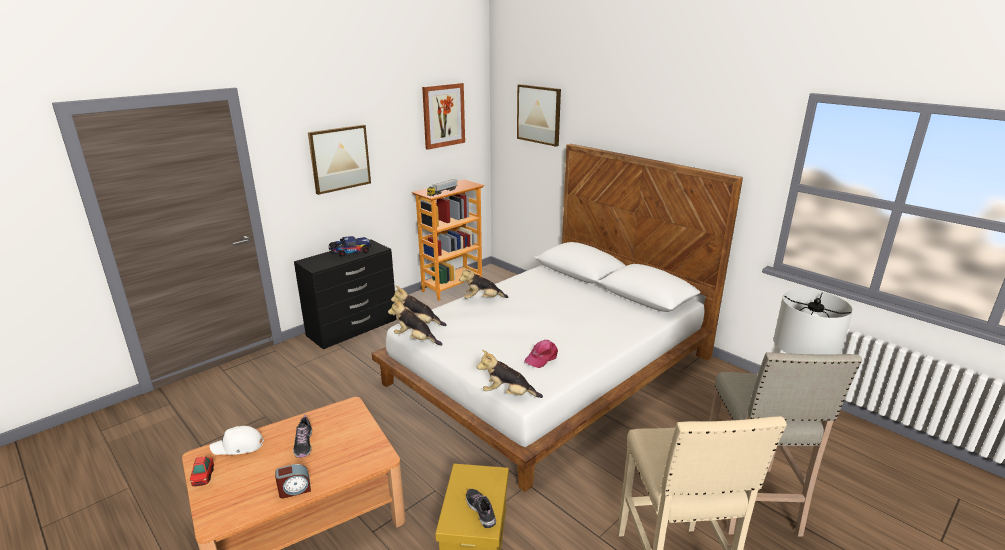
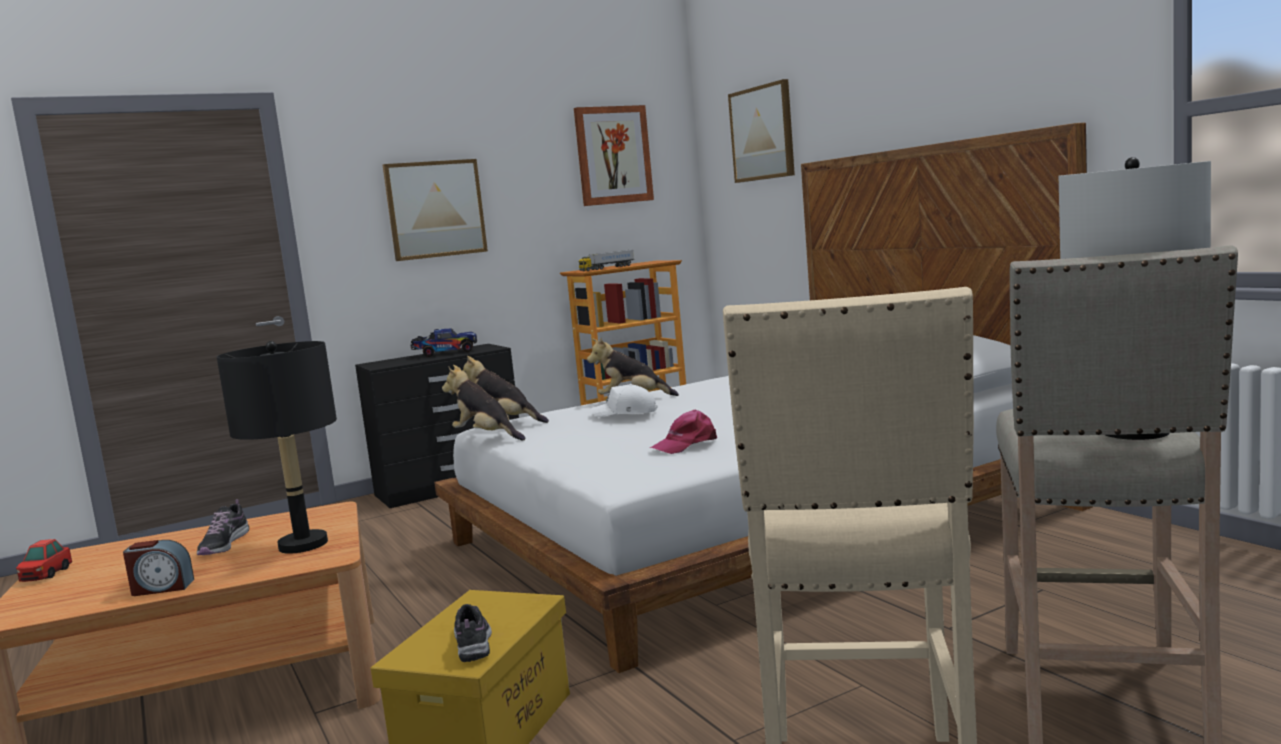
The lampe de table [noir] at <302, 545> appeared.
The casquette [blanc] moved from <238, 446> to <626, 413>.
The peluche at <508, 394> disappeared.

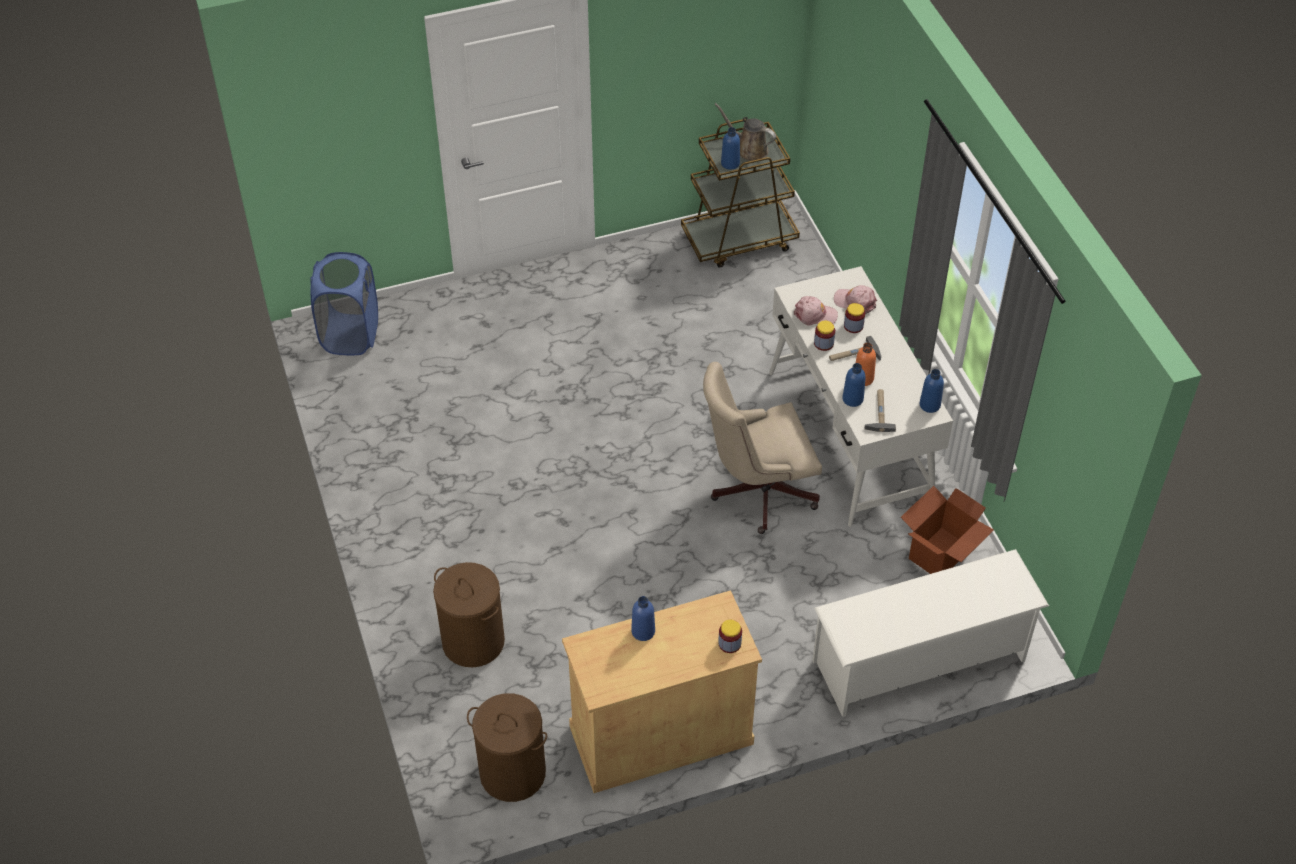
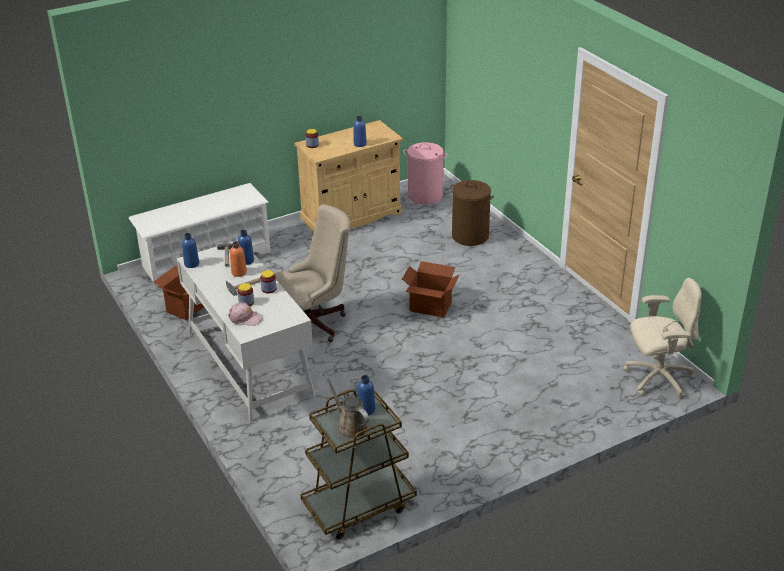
The arrosoir [marron] at <749, 149> turned 150 degrees counterclockwise.
The carton at <430, 307> appeared.
The panier à linge [marron] at <512, 773> became the panier à linge [rose] at <425, 196>.
The panier à linge [bleu] at <350, 335> was replaced by the chaise de bureau [beige] at <657, 379>.
The casquette [rose] at <815, 315> disappeared.

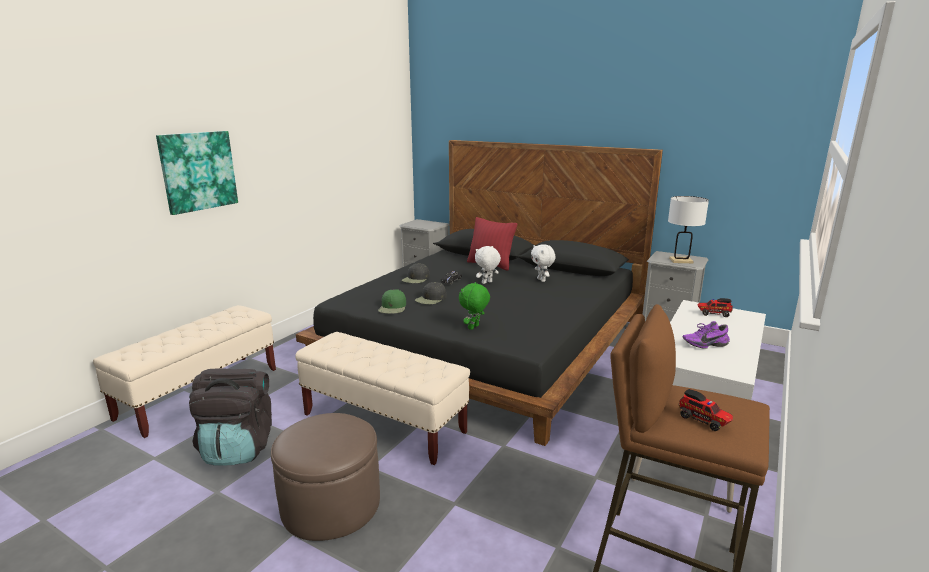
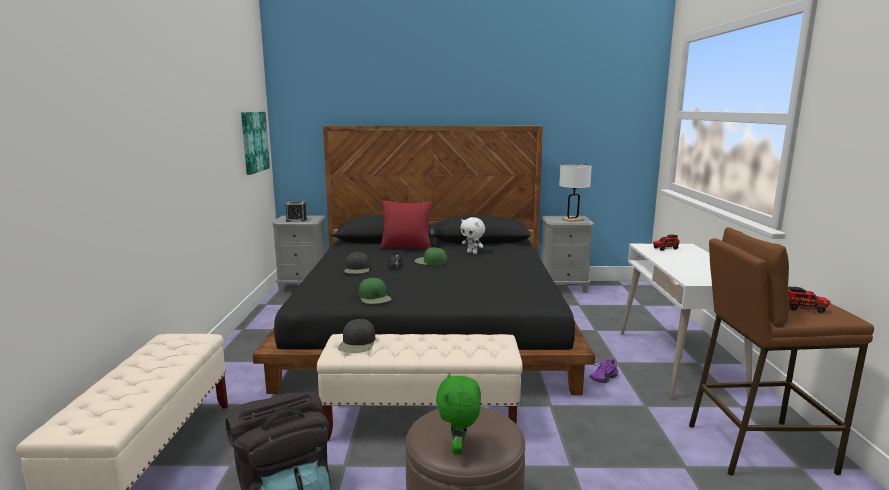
The tableau moved from <198, 171> to <254, 142>.
The réveil at <296, 220> appeared.
The casquette [noir] moved from <431, 299> to <357, 343>.
The peluche [blanc] at <487, 282> was replaced by the casquette [vert] at <430, 262>.
The peluche [vert] moved from <474, 327> to <459, 448>.
The chaussure [violet] moved from <704, 344> to <602, 378>.

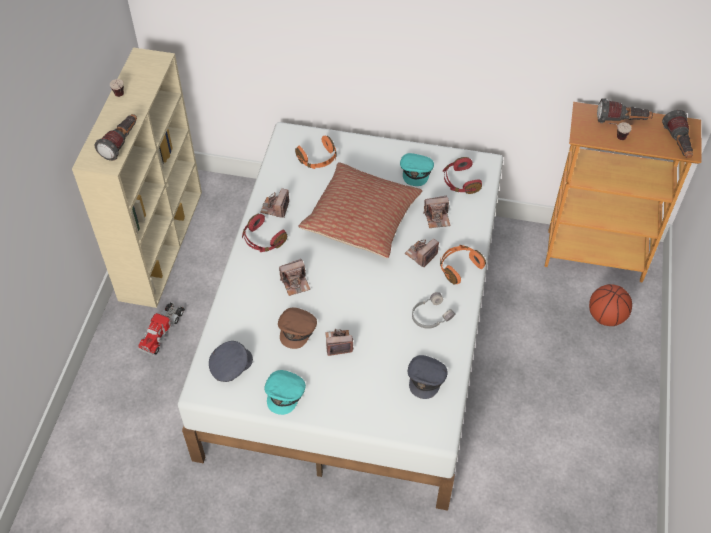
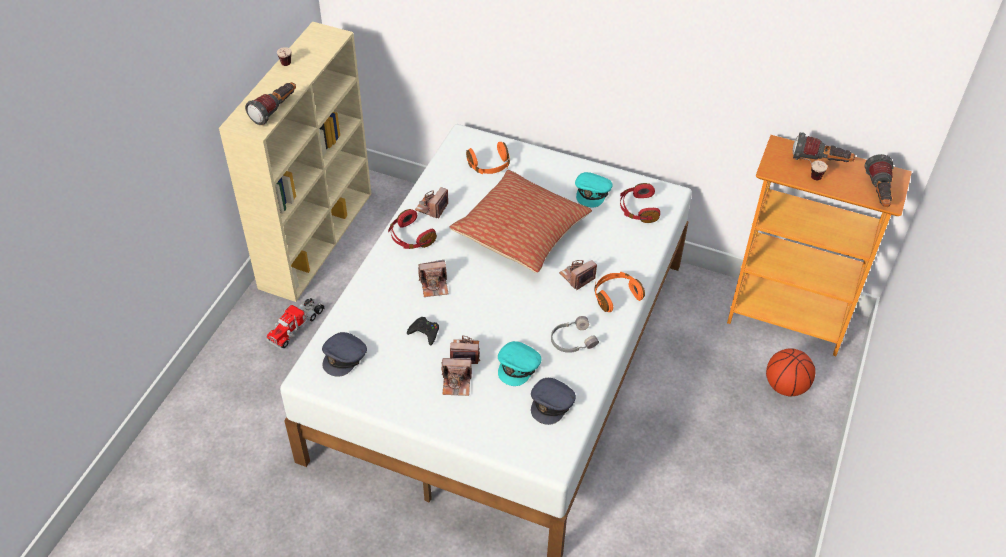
The casquette [gris] at <230, 365> turned 150 degrees clockwise.
The casquette [marron] at <297, 329> was replaced by the manette [noir] at <424, 332>.
The appareil photo moved from <437, 218> to <456, 383>.
The casquette [turquoise] moved from <285, 393> to <518, 366>.

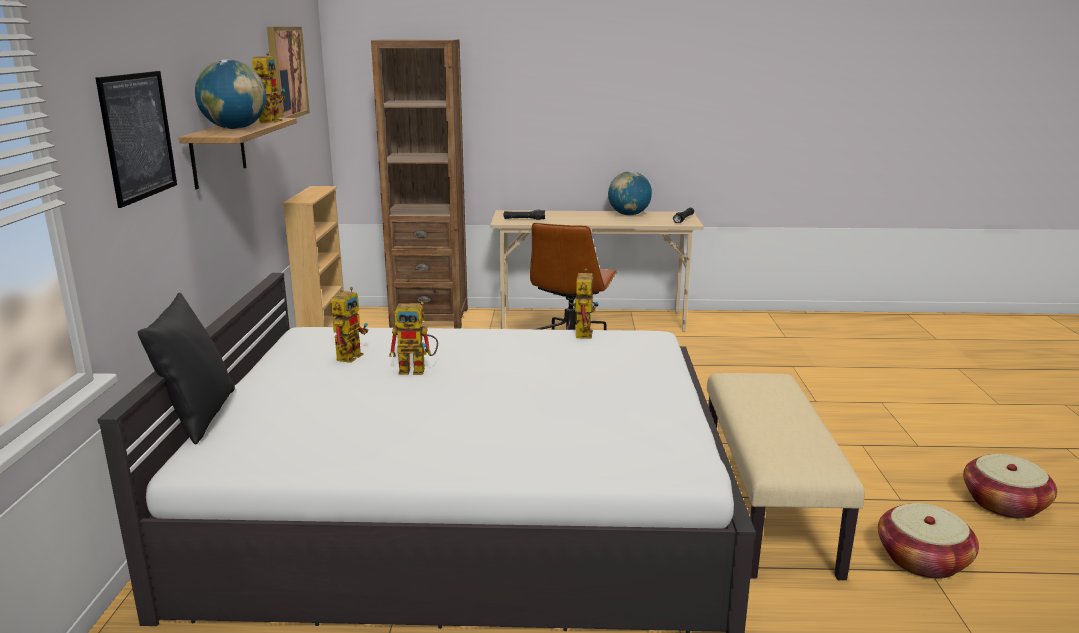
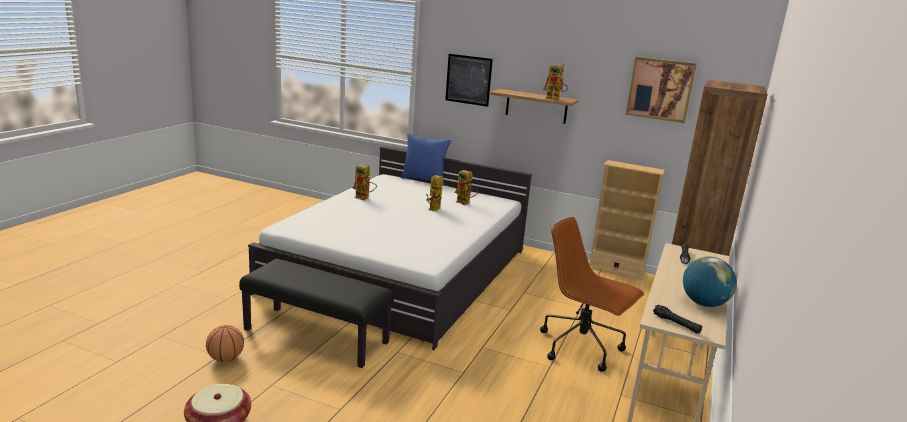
The panier at <922, 560> was replaced by the ballon de basket at <225, 359>.
The banc [beige] at <764, 508> became the banc [noir] at <317, 336>.
The robot jouet moved from <582, 332> to <365, 198>.
The coussin [noir] at <198, 416> became the coussin [bleu] at <424, 180>.
The globe at <235, 128> disappeared.

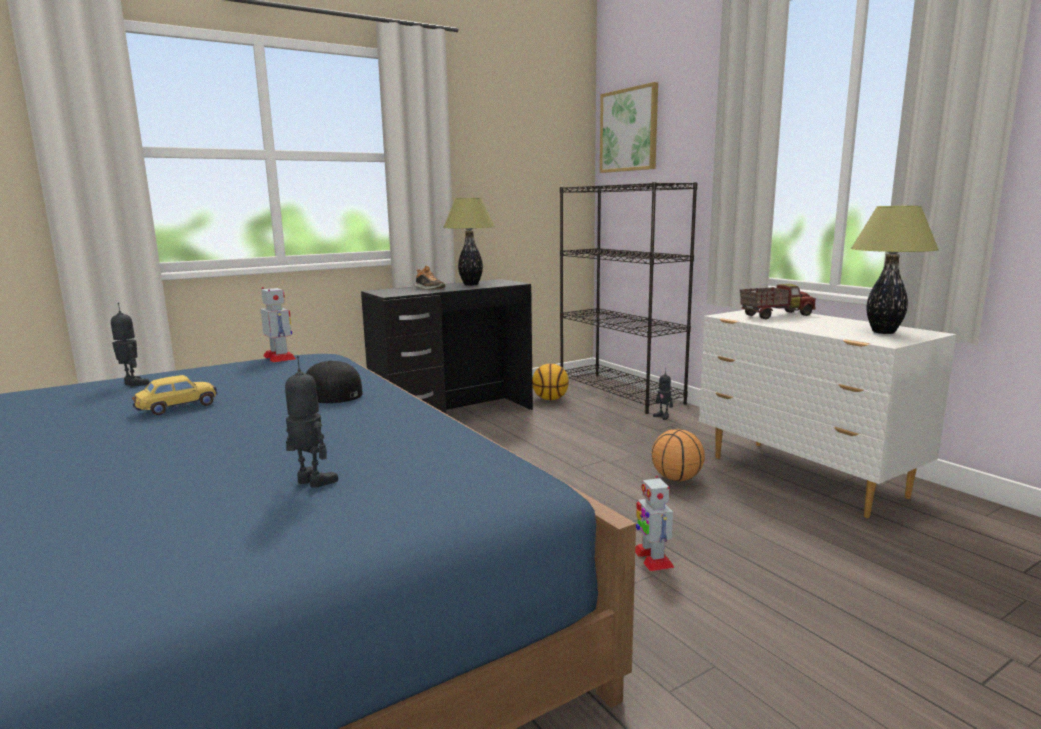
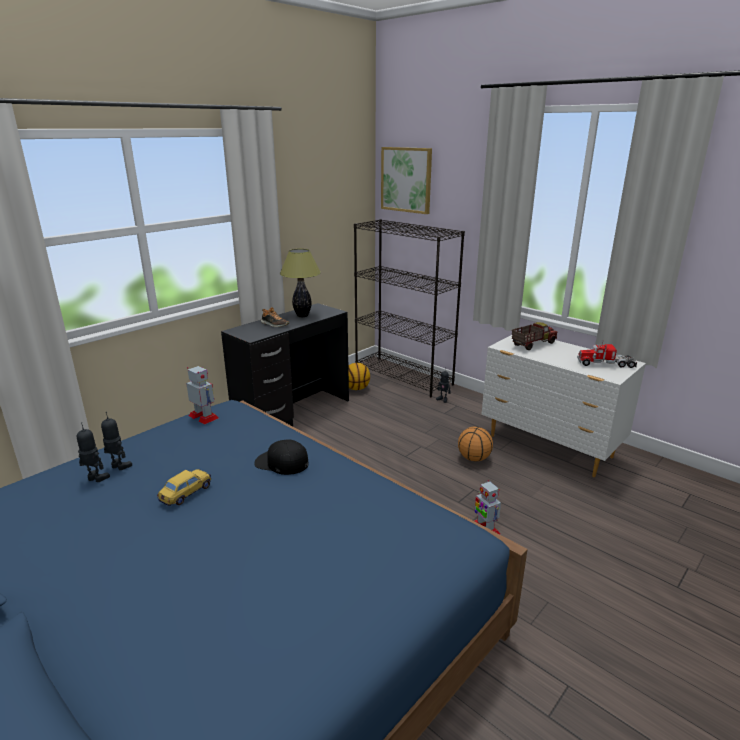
The robot jouet moved from <312, 482> to <96, 479>.
The lampe de table at <884, 332> was replaced by the camion jouet at <606, 364>.

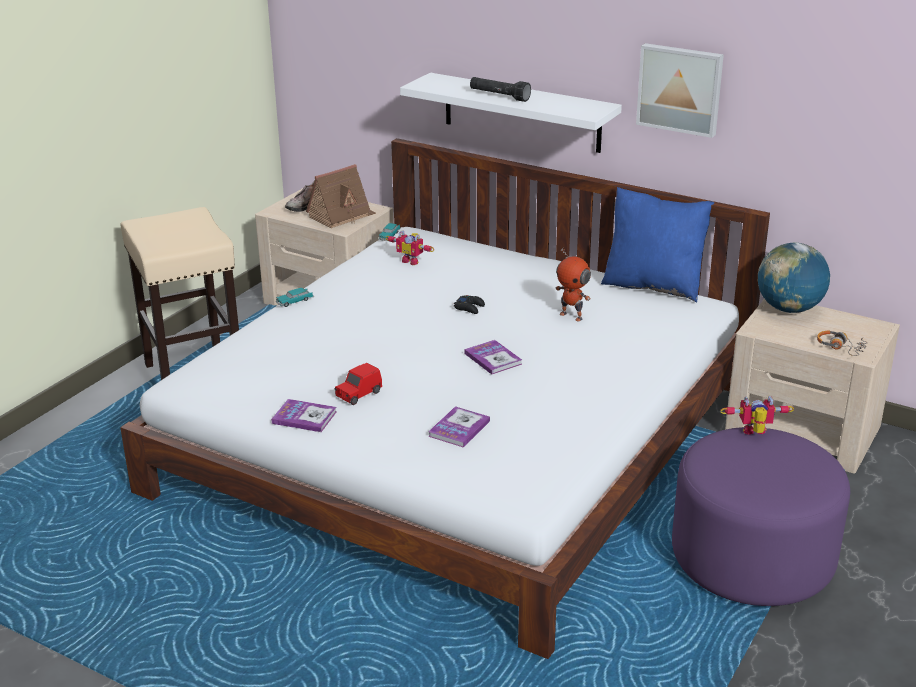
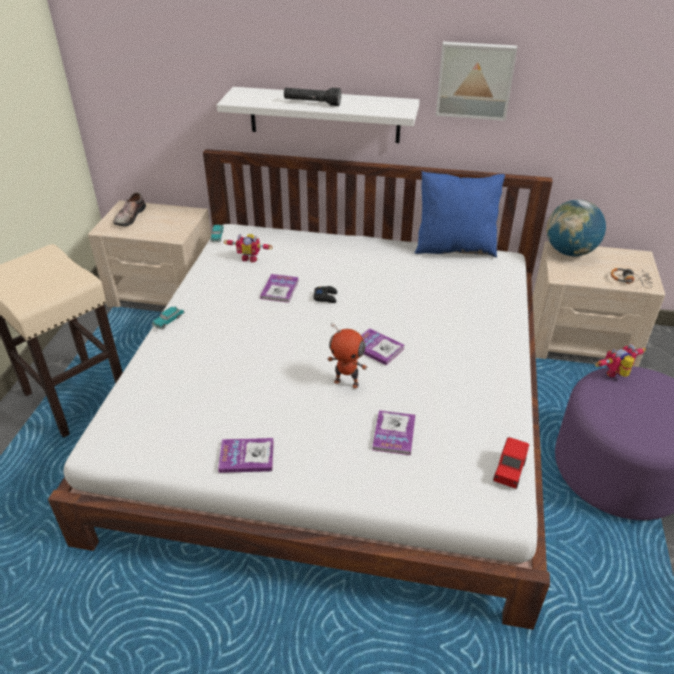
The livre at <280, 289> appeared.
The robot jouet moved from <572, 316> to <347, 382>.
The petite voiture [rouge] moved from <358, 395> to <509, 472>.
The maison miniature at <341, 216> disappeared.

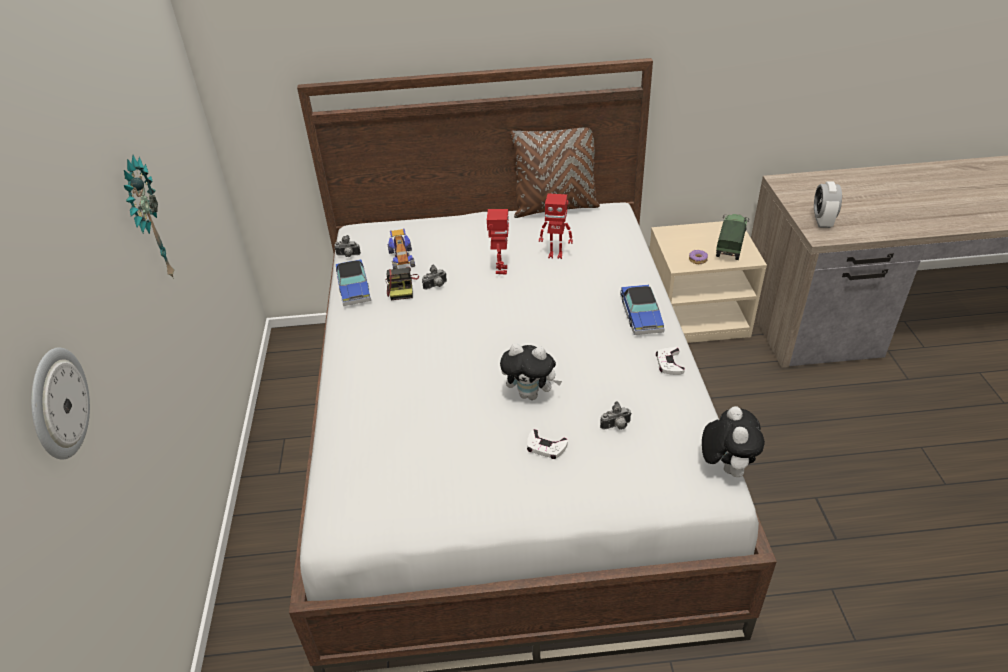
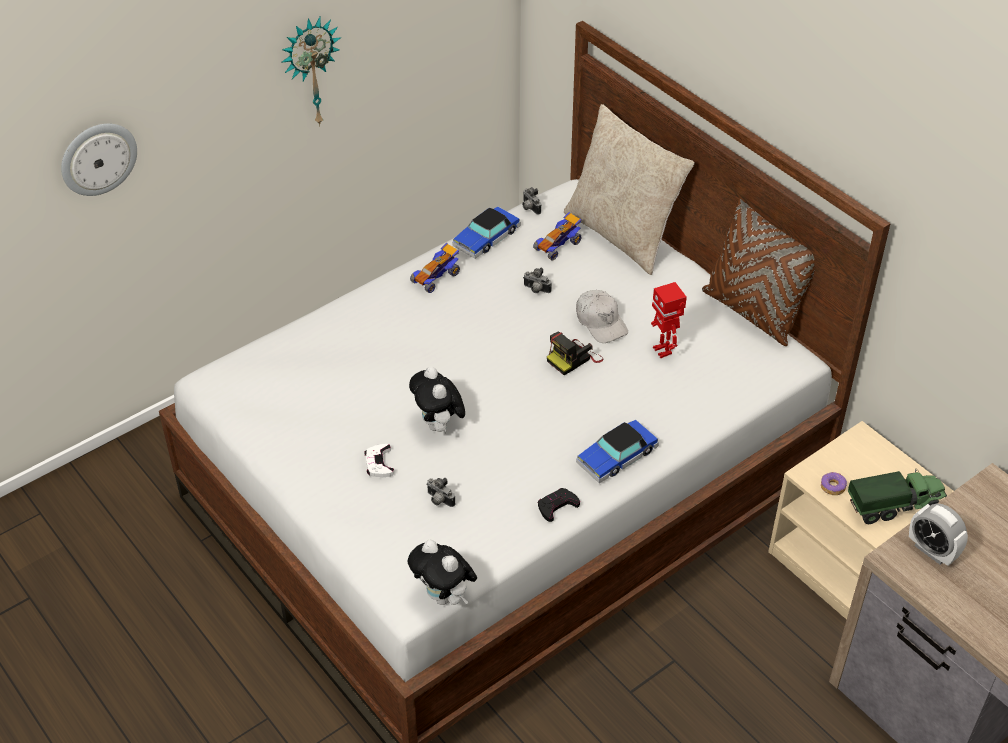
The peluche at <725, 466> turned 75 degrees clockwise.
The petite voiture at <436, 277> appeared.
The manette [blanc] at <669, 363> became the manette [noir] at <557, 506>.
The appareil photo moved from <402, 287> to <574, 358>.
The coussin [beige] at <622, 234> appeared.
The robot jouet at <500, 270> was replaced by the casquette [blanc] at <601, 322>.
The réveil at <822, 221> turned 105 degrees counterclockwise.

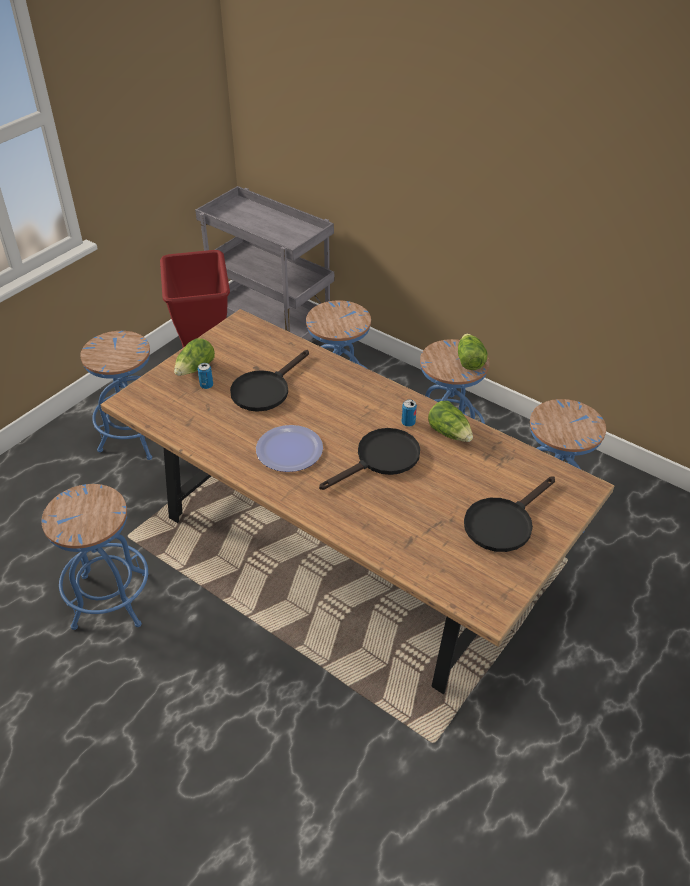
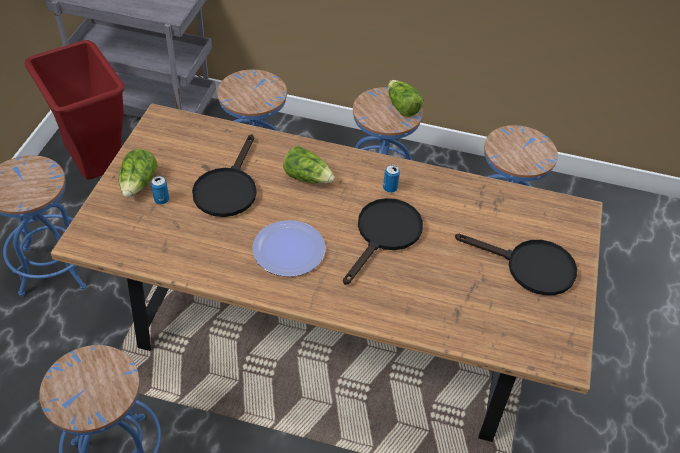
The laitue moved from <450, 433> to <307, 177>.
The poêle [noir] at <503, 522> turned 90 degrees counterclockwise.

